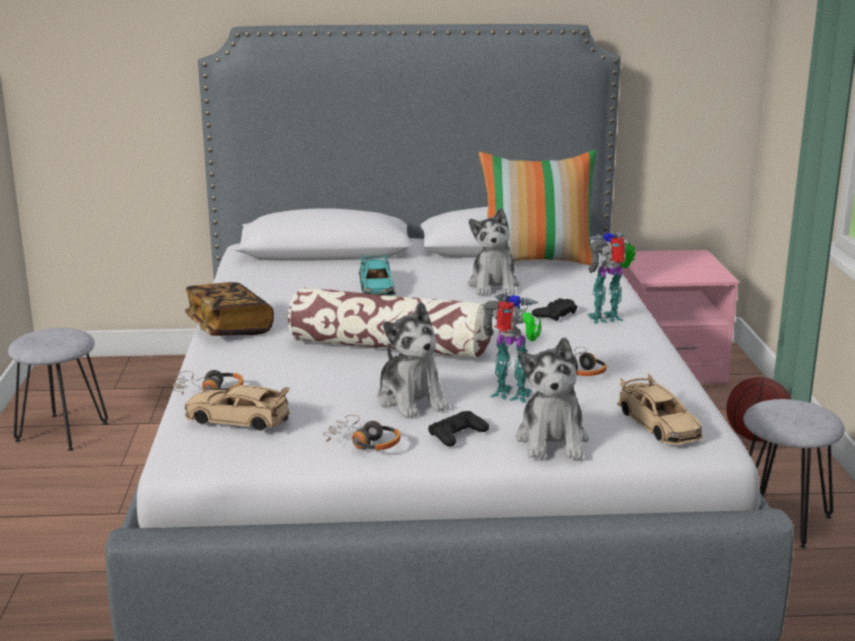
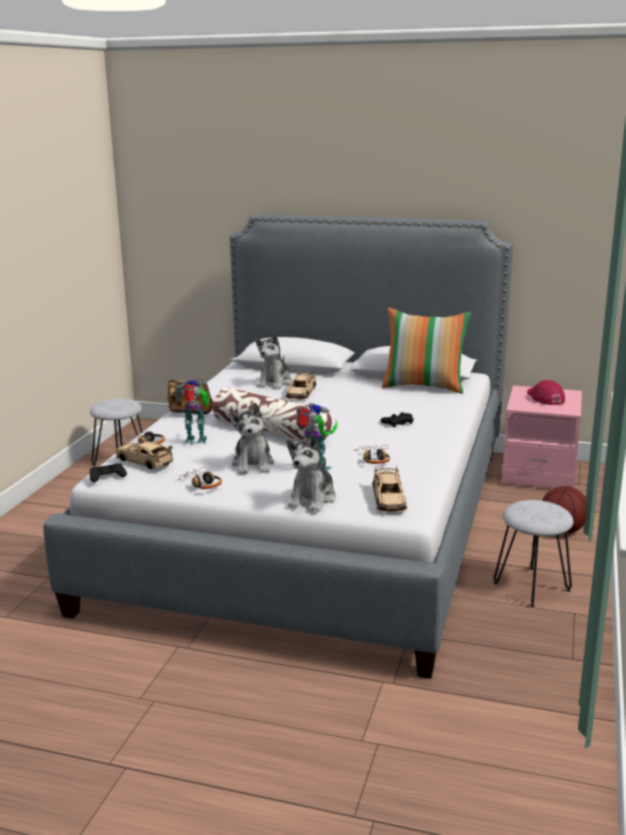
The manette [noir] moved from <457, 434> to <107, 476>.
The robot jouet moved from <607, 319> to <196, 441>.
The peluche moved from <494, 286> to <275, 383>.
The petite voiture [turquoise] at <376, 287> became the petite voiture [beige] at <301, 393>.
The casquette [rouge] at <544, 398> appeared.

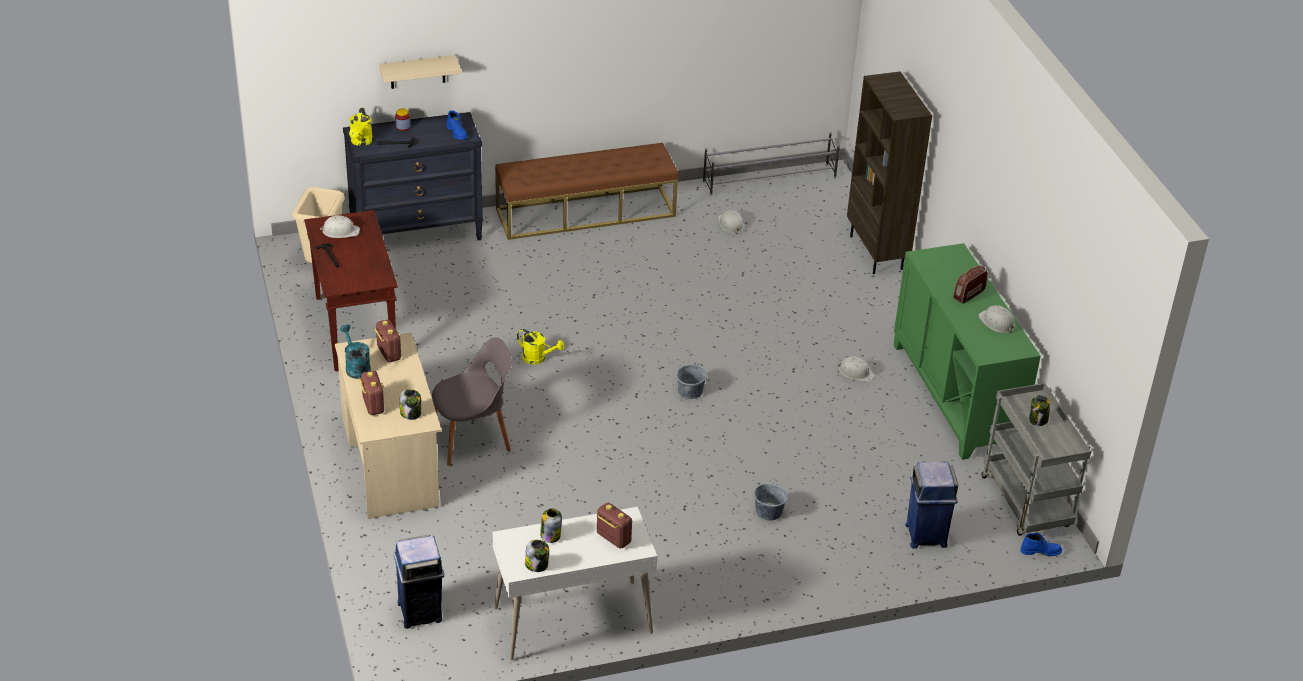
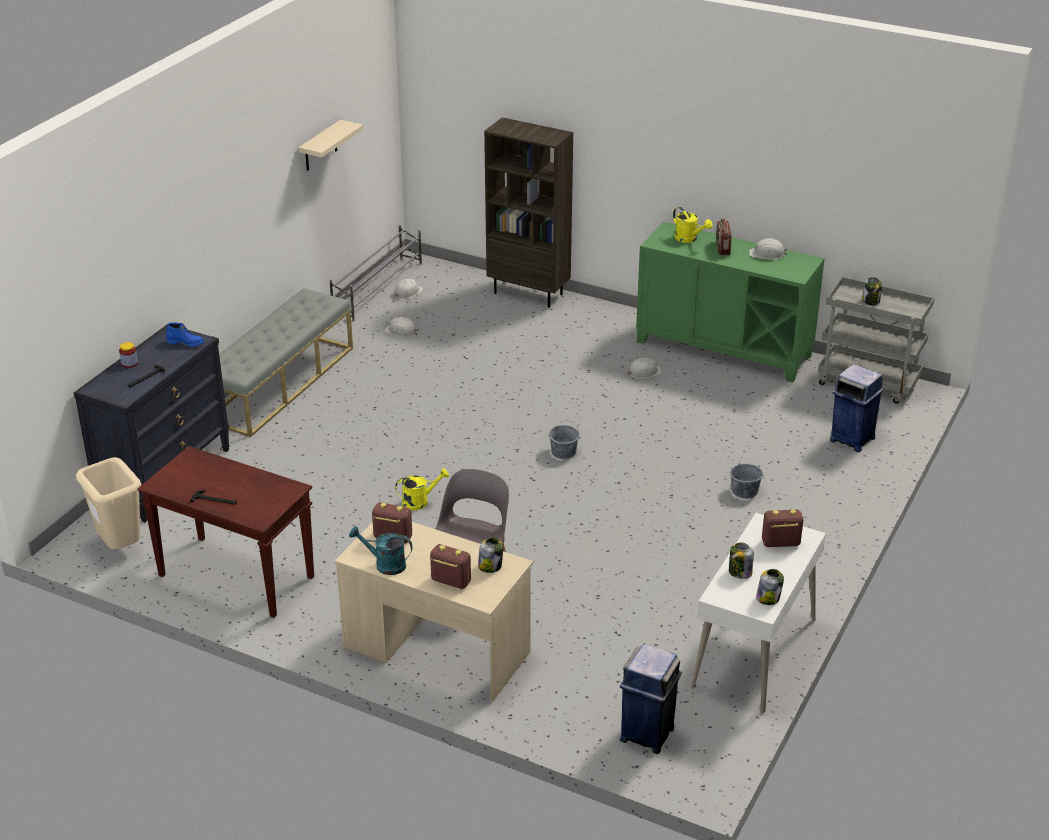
The banc [marron] at <586, 212> became the banc [gris] at <280, 383>.
The étagère [beige] moved from <417, 72> to <320, 146>.
The casque de chantier [blanc] moved from <340, 231> to <407, 293>.
The arrosoir [jaune] moved from <361, 142> to <689, 239>.
The botte [bleu] at <1040, 551> disappeared.

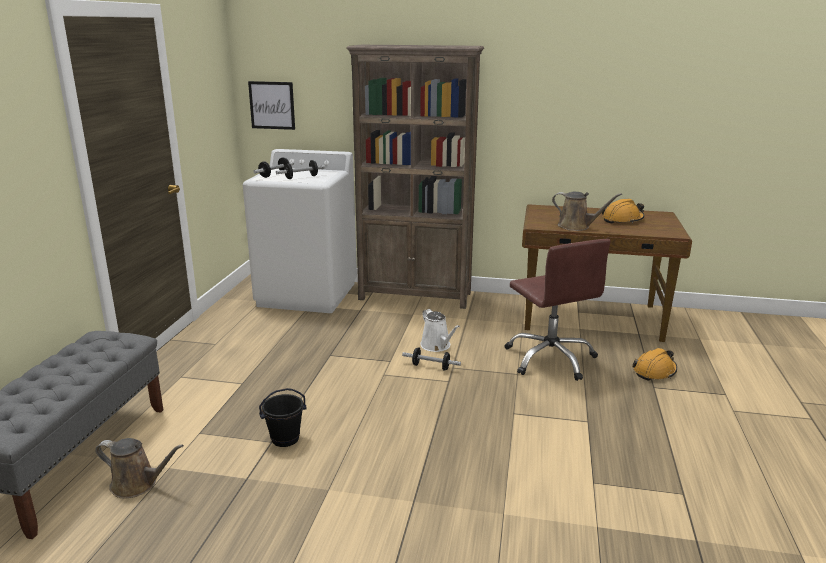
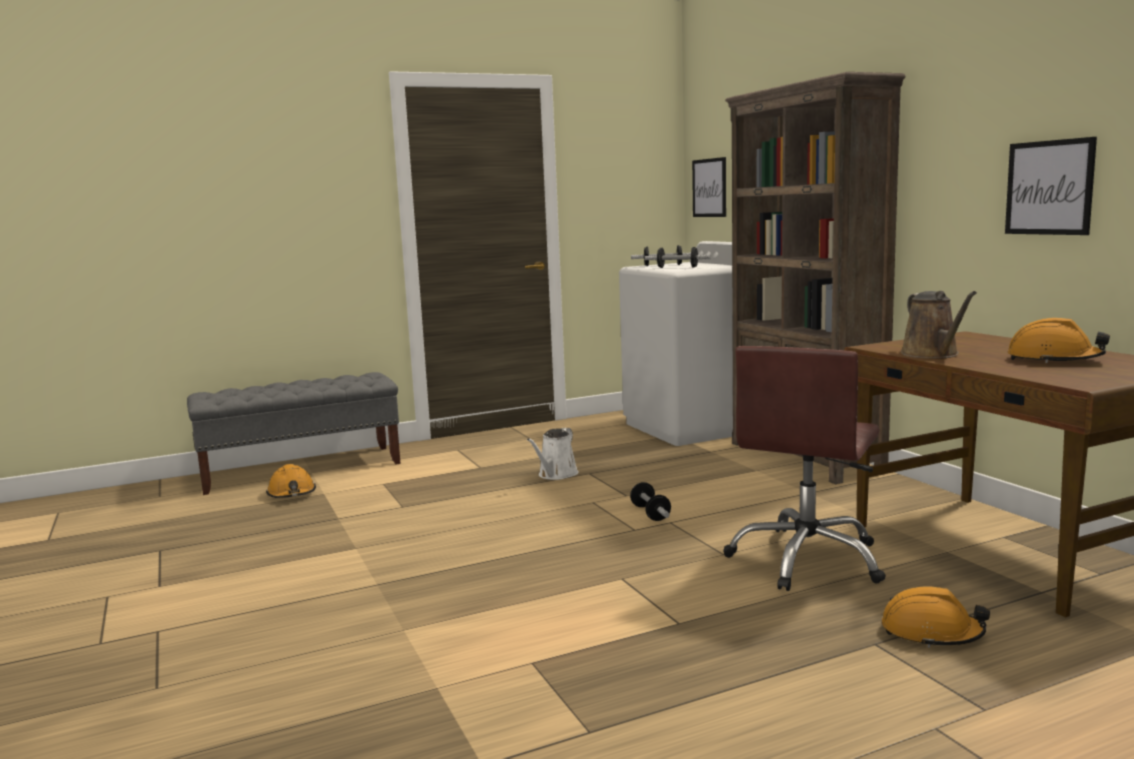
The arrosoir [marron] at <138, 484> was replaced by the casque de chantier [orange] at <292, 494>.
The arrosoir [blanc] moved from <437, 346> to <556, 475>.
The tableau at <1049, 187> appeared.
The seau [noir] at <285, 439> disappeared.

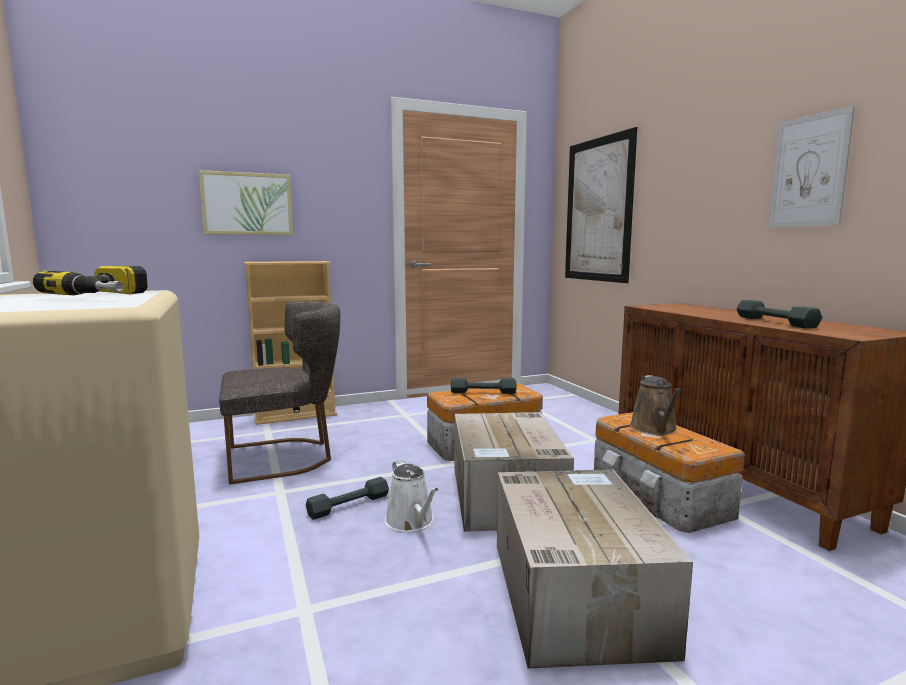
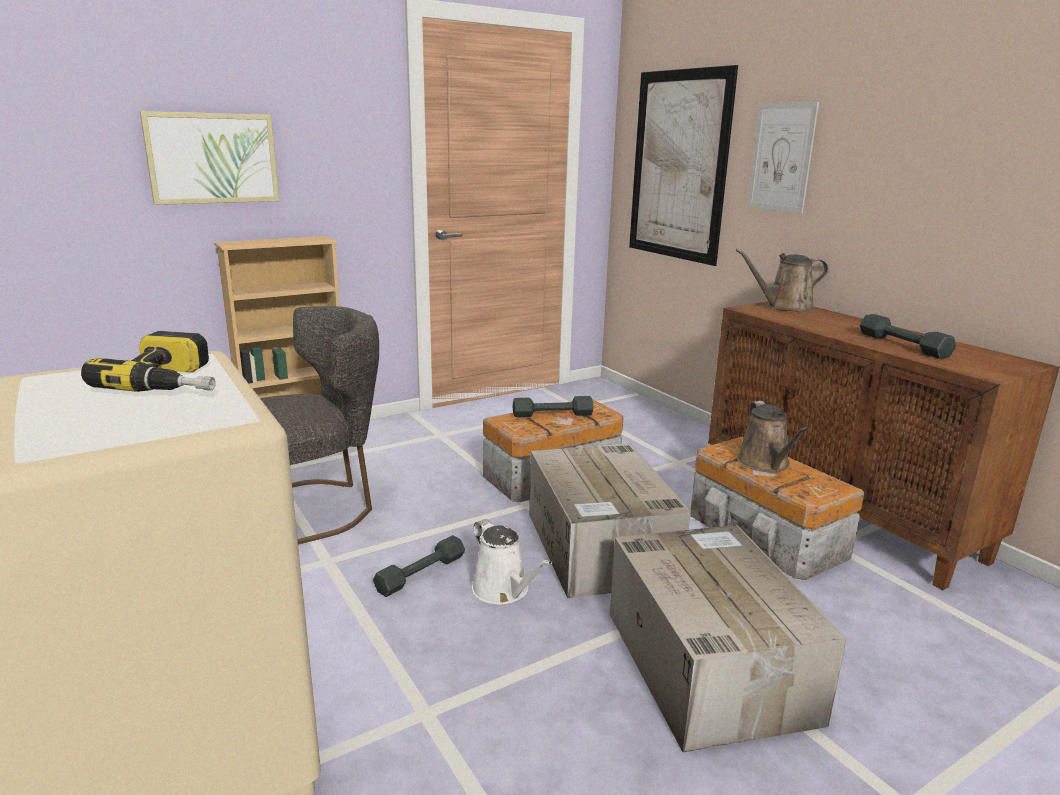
The arrosoir [marron] at <784, 307> appeared.
The tableau moved from <808, 171> to <781, 157>.

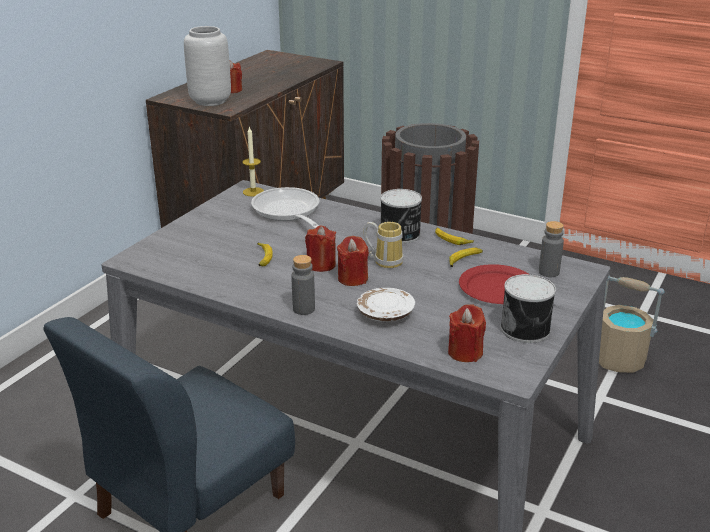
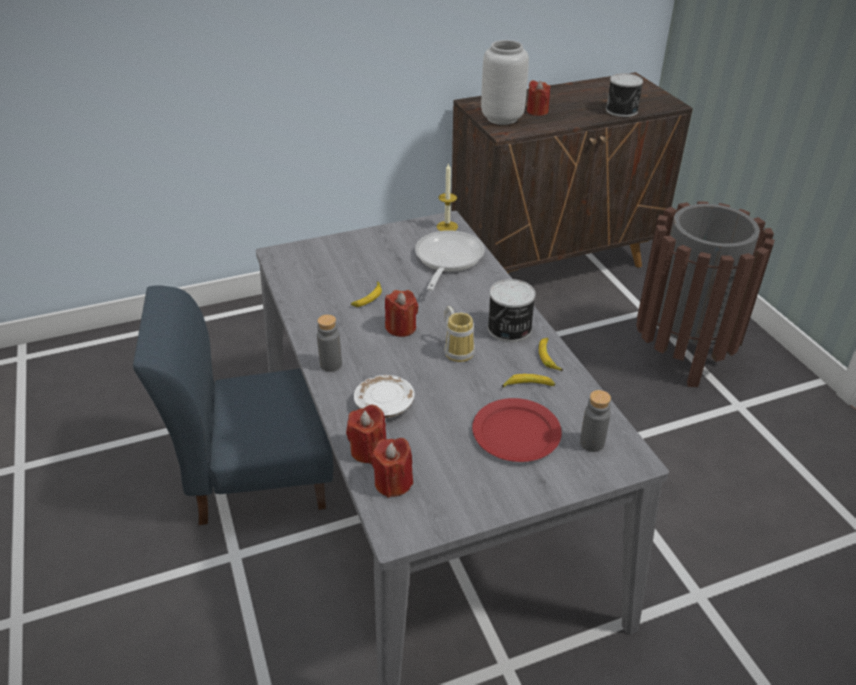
The bougie [rouge] moved from <352, 278> to <368, 450>.
The boîte métallique moved from <526, 329> to <622, 110>.
The seau [beige] at <619, 360> disappeared.

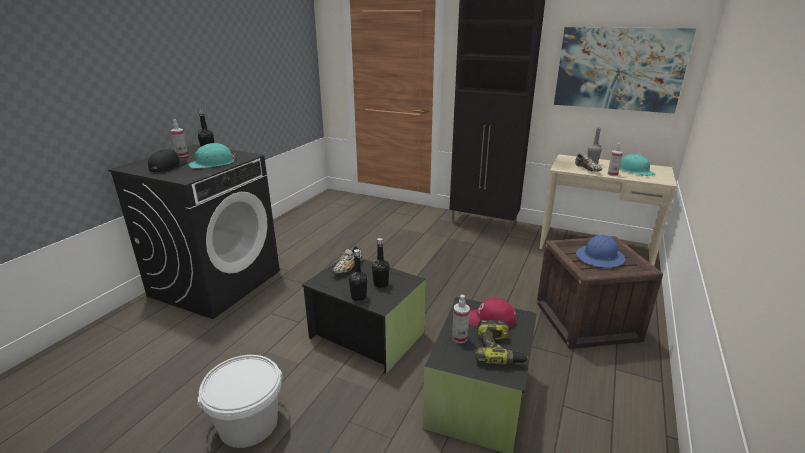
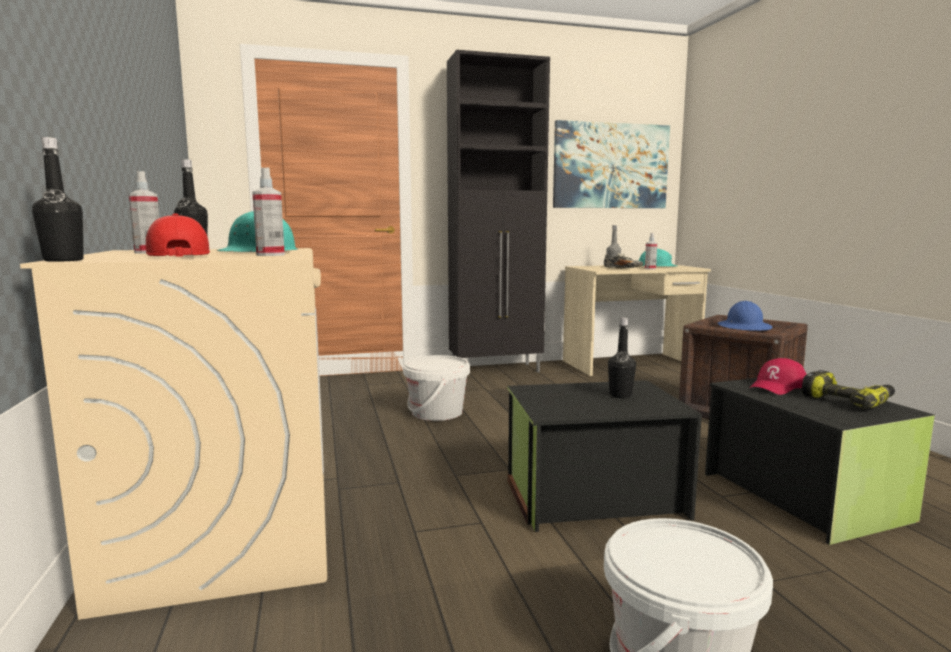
The lave-linge [noir] at <216, 282> became the lave-linge [beige] at <225, 537>.
The bouteille [noir] moved from <358, 297> to <63, 260>.
The casquette [noir] at <168, 166> became the casquette [rouge] at <178, 256>.
The vaporisateur moved from <459, 338> to <270, 255>.
The seau [blanc] at <436, 412> appeared.
The chaussure at <348, 268> disappeared.

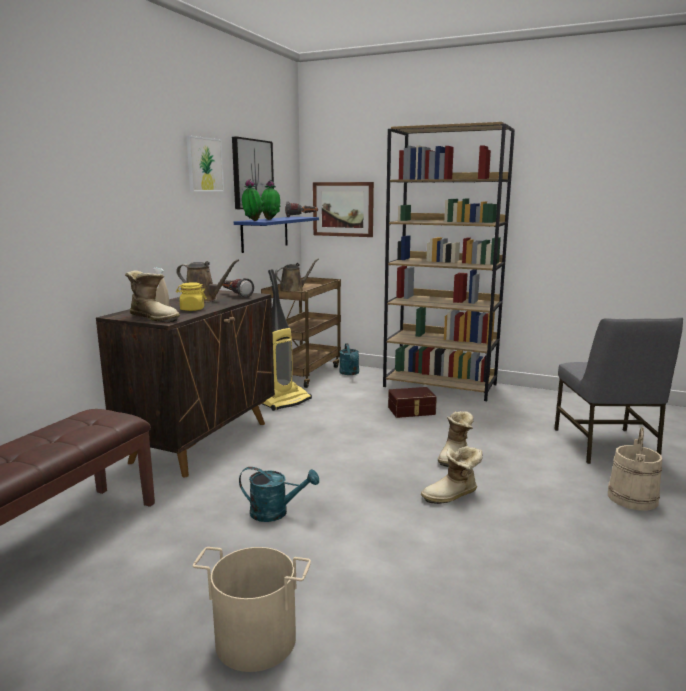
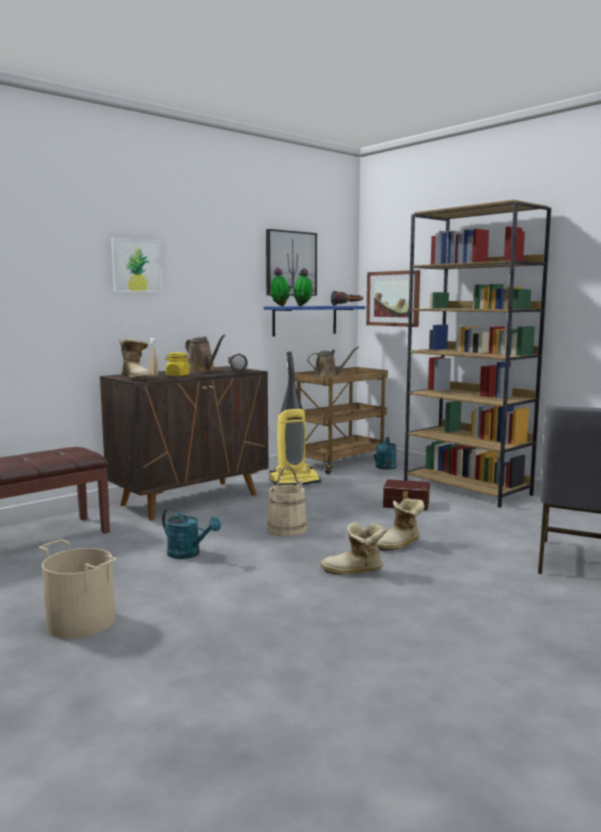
The tableau moved from <204, 165> to <136, 266>.
The seau [beige] moved from <632, 498> to <286, 529>.

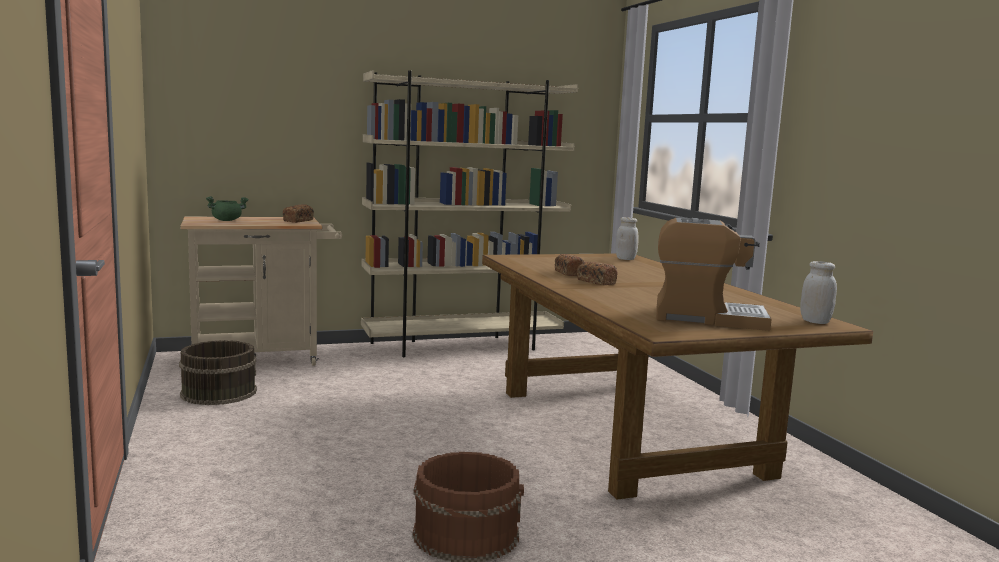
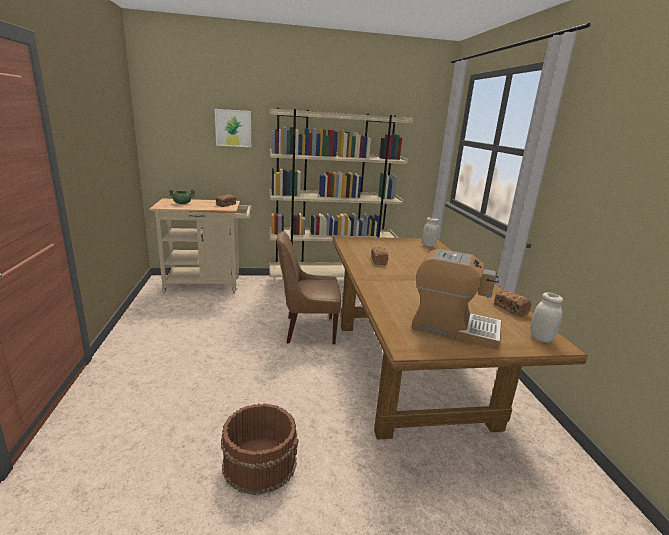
The tableau at <233, 128> appeared.
The chaise [marron] at <307, 330> appeared.
The pain moved from <596, 282> to <510, 309>.
The seau [marron] at <218, 392> disappeared.

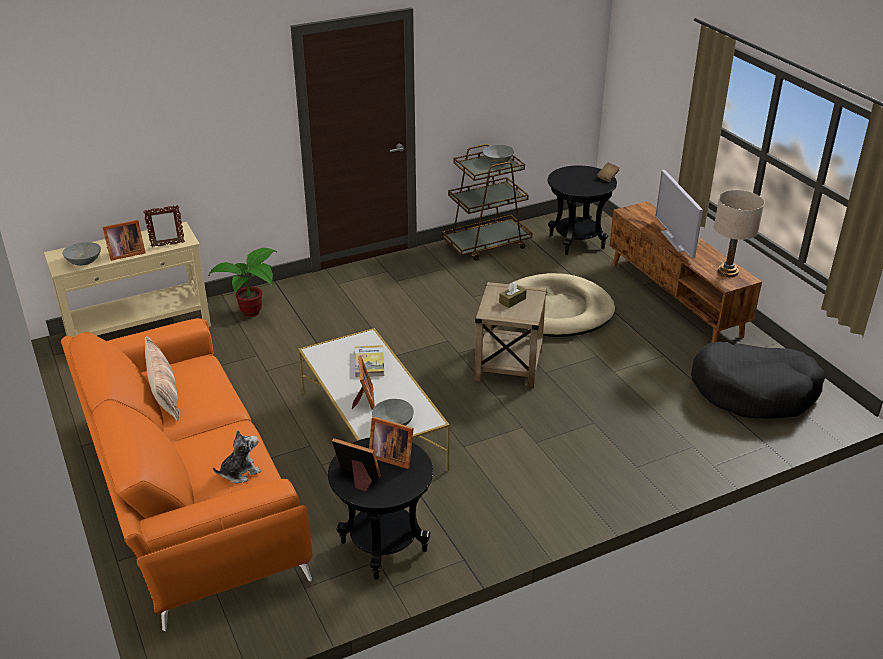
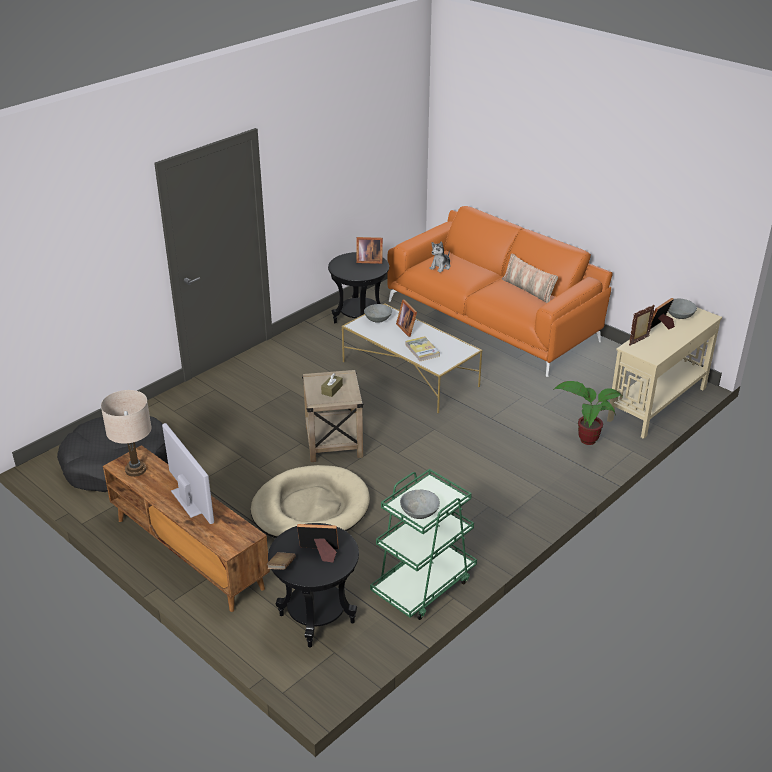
The cadre photo moved from <391, 456> to <320, 553>.
The chariot [marron] at <487, 245> became the chariot [vert] at <423, 585>.

